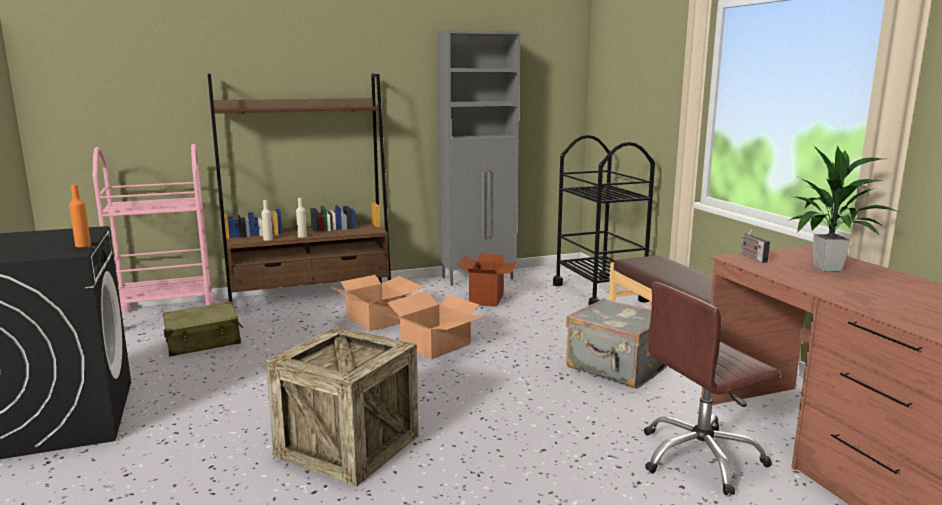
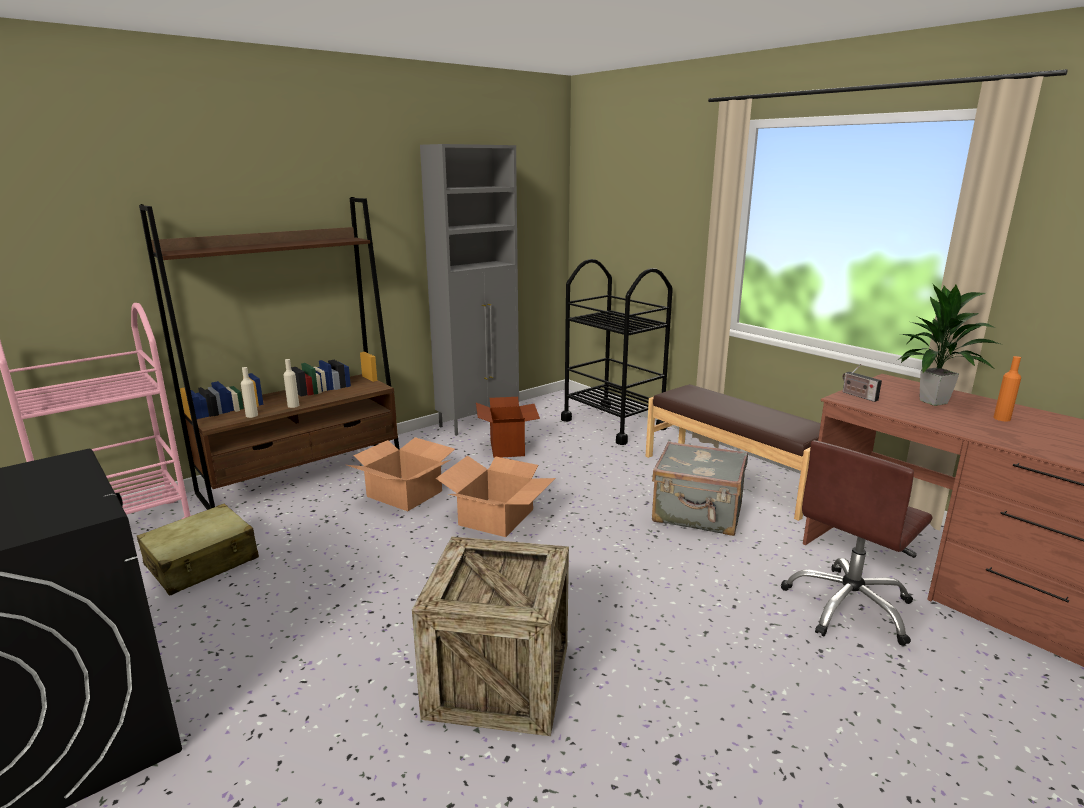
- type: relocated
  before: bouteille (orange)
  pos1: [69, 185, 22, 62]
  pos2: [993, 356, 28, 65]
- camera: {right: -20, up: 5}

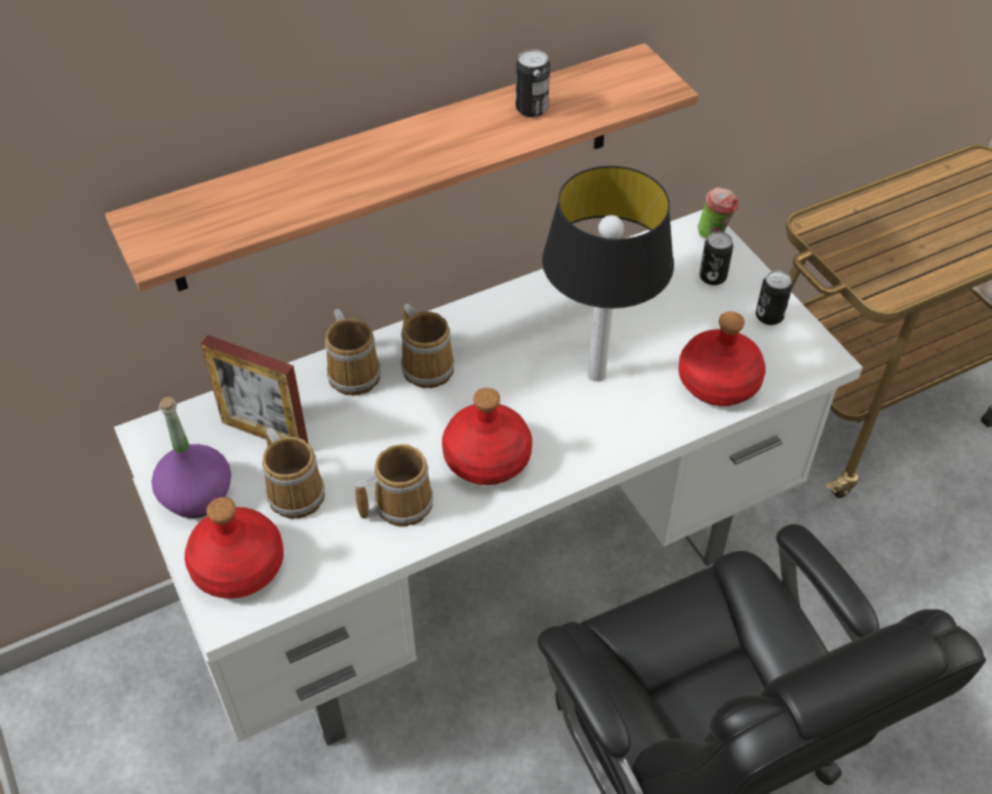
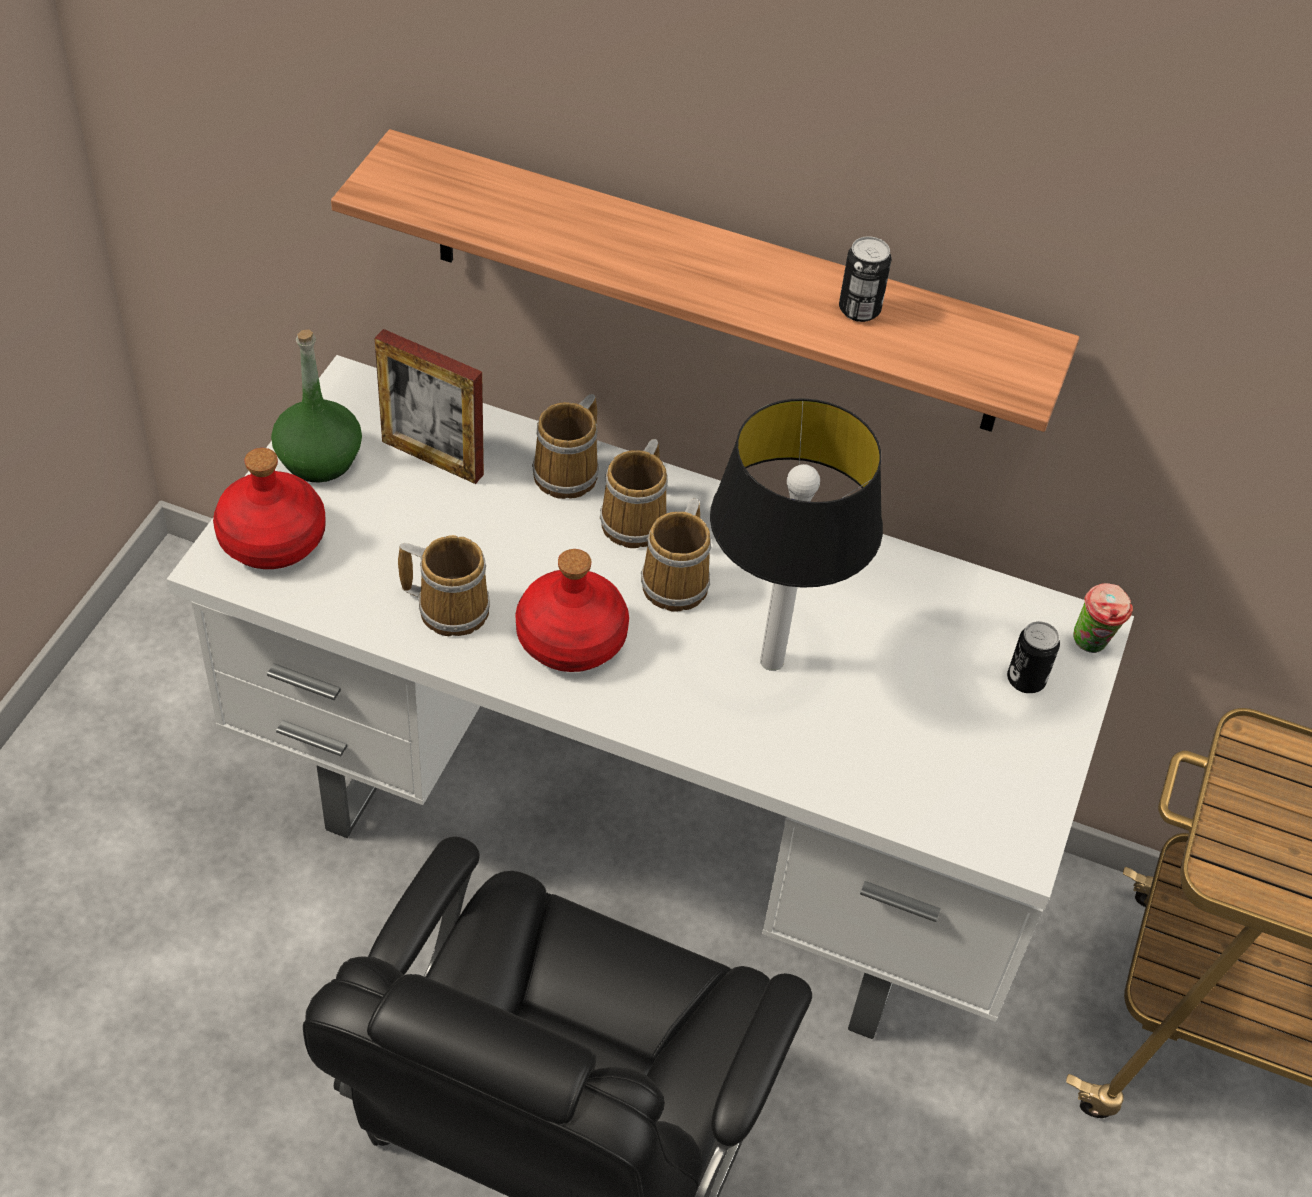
- type: colour
  before: bouteille (violet)
  after: bouteille (vert)
  pos1: [152, 397, 79, 121]
  pos2: [271, 330, 91, 153]
- type: spun
  before: cadre photo
  pos1: [200, 335, 109, 109]
  pos2: [375, 329, 109, 155]
  turn: -45
- type: relocated
  before: mug
  pos1: [262, 428, 63, 91]
  pos2: [641, 499, 70, 113]
- type: missing
  before: bouteille (rouge)
  pos1: [678, 312, 88, 94]
- type: missing
  before: boîte métallique
  pos1: [756, 270, 36, 55]
- camera: {right: 45, up: 0}

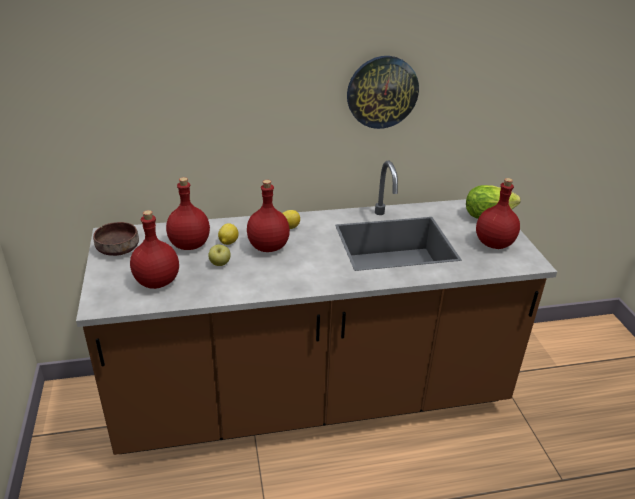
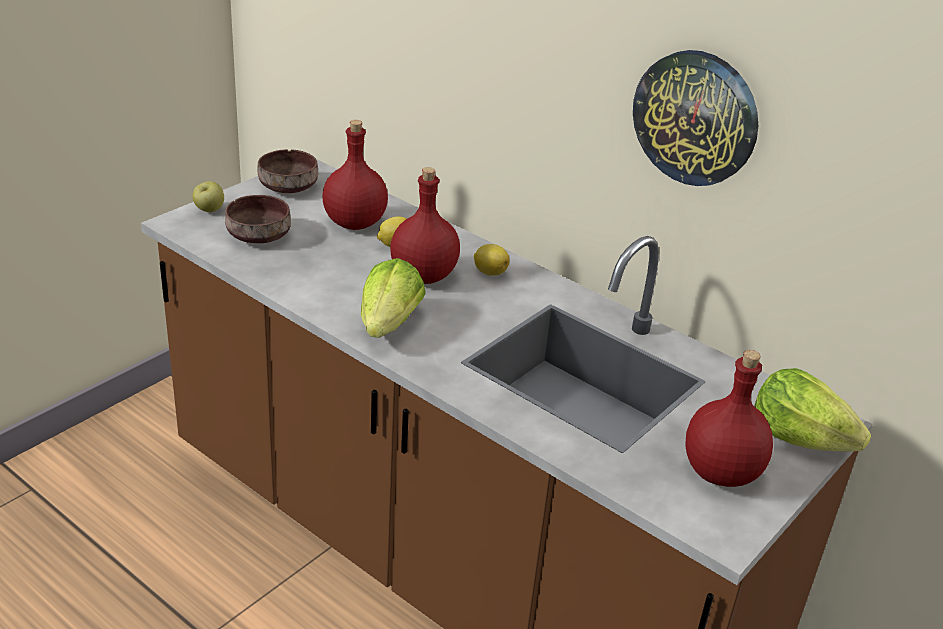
- type: exchanged
  before: bouteille (rouge)
  after: bol (marron)
  pos1: [130, 210, 49, 79]
  pos2: [225, 195, 66, 48]
- type: relocated
  before: pomme
  pos1: [208, 244, 23, 22]
  pos2: [192, 181, 32, 31]
- type: appeared
  after: laitue
  pos2: [361, 258, 65, 80]
- camera: {right: 50, up: 0}

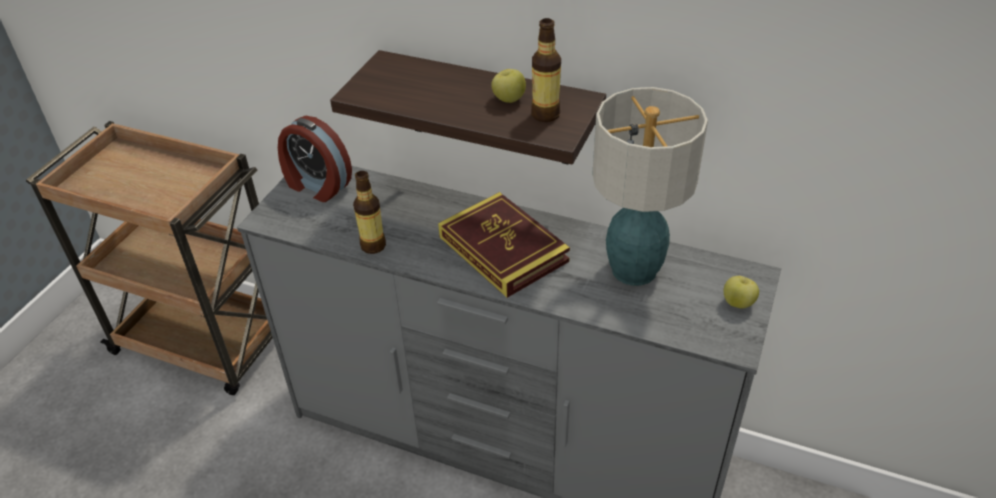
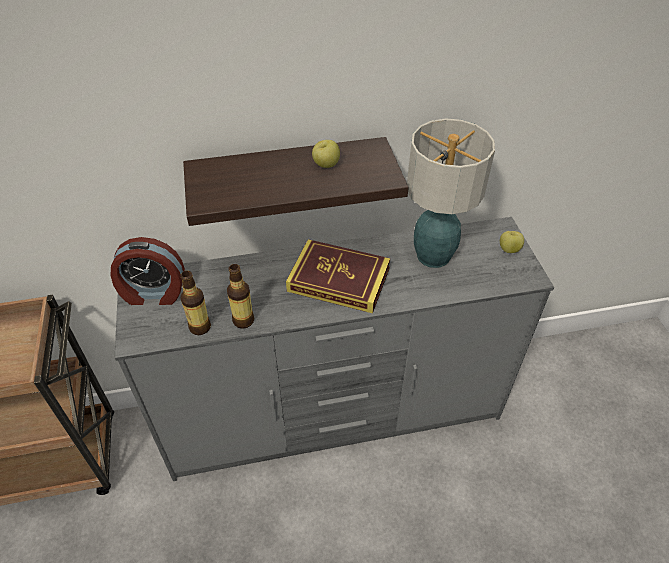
- type: relocated
  before: bouteille
  pos1: [531, 18, 30, 104]
  pos2: [180, 271, 31, 64]
- camera: {right: -35, up: 5}

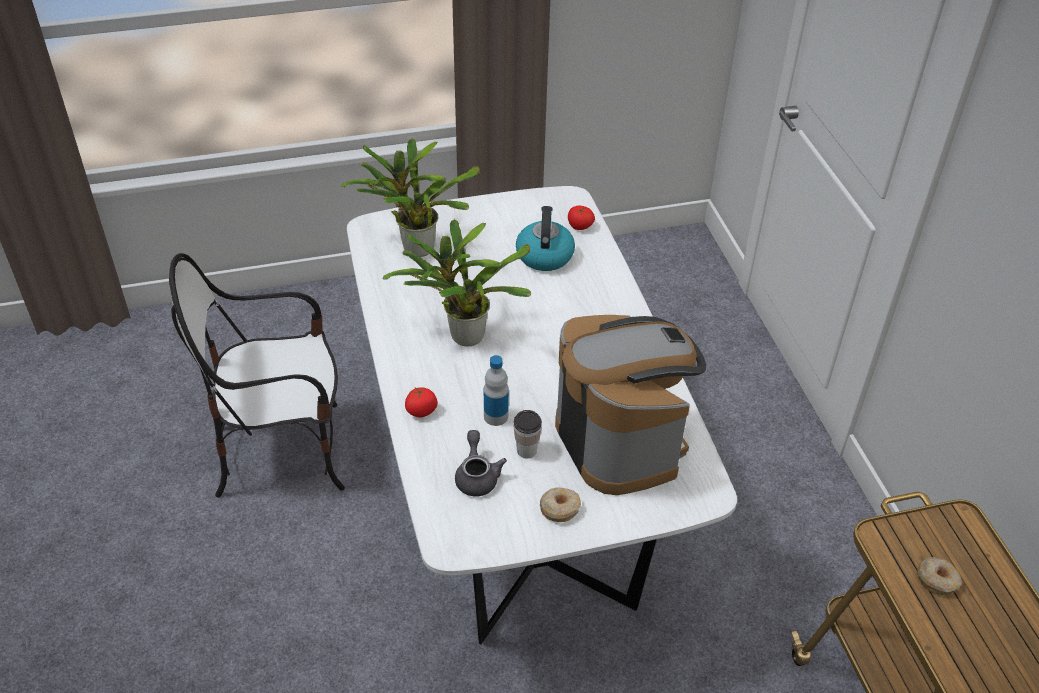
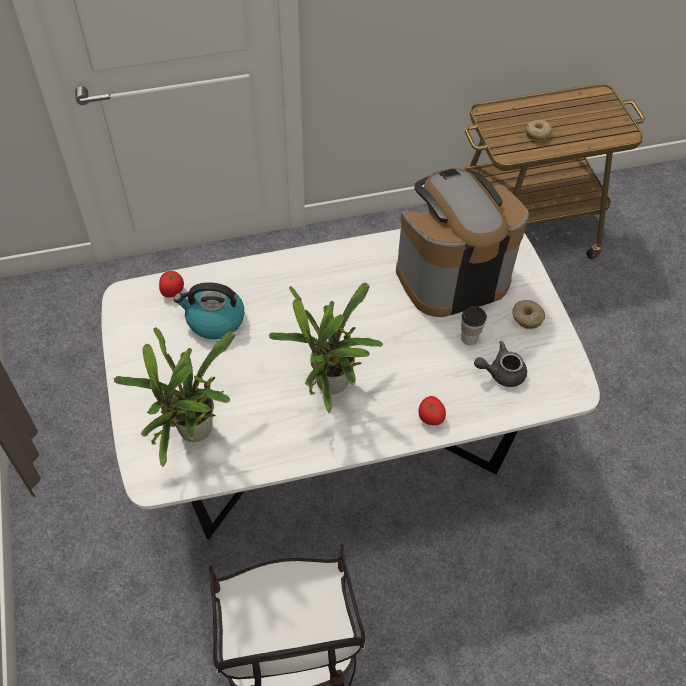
- type: missing
  before: bouteille
  pos1: [484, 355, 25, 71]
- camera: {right: -90, up: 10}

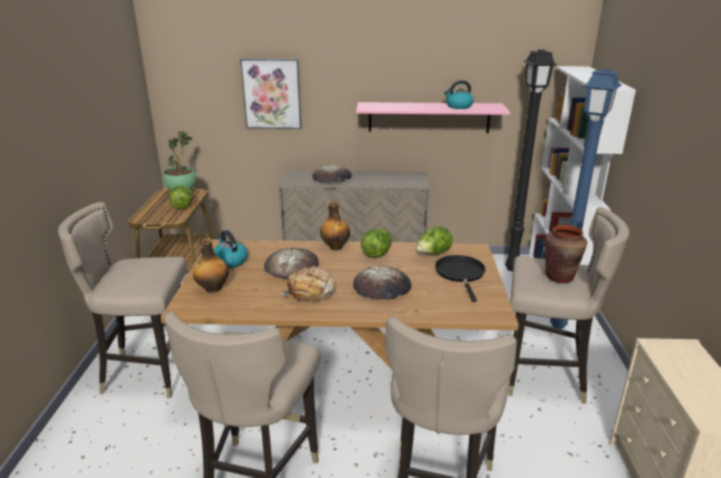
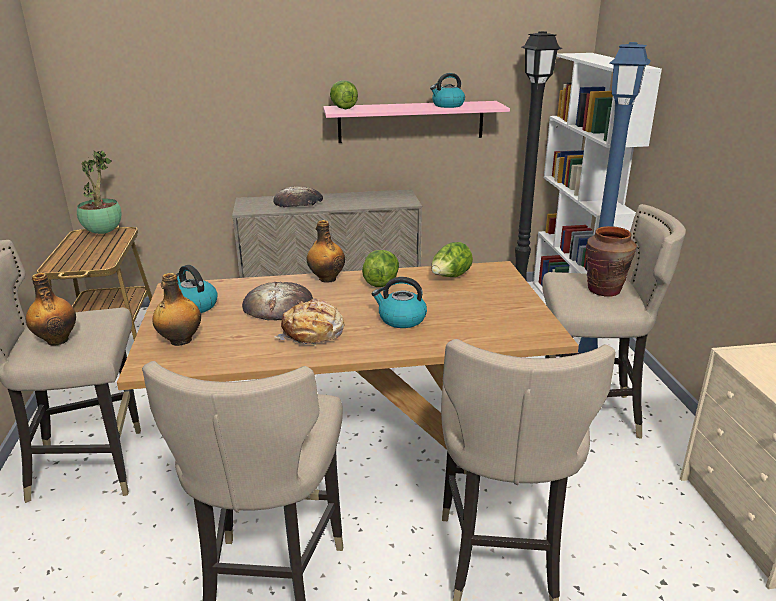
- type: relocated
  before: laitue
  pos1: [169, 185, 24, 24]
  pos2: [330, 80, 28, 29]
- type: missing
  before: tableau
  pos1: [240, 58, 62, 71]
- type: exchanged
  before: pain
  after: bouilloire
  pos1: [353, 266, 58, 34]
  pos2: [372, 277, 55, 51]
- type: missing
  before: poêle (noir)
  pos1: [435, 255, 50, 47]
- type: appeared
  after: bouteille
  pos2: [26, 273, 50, 72]
- camera: {right: -10, up: 0}

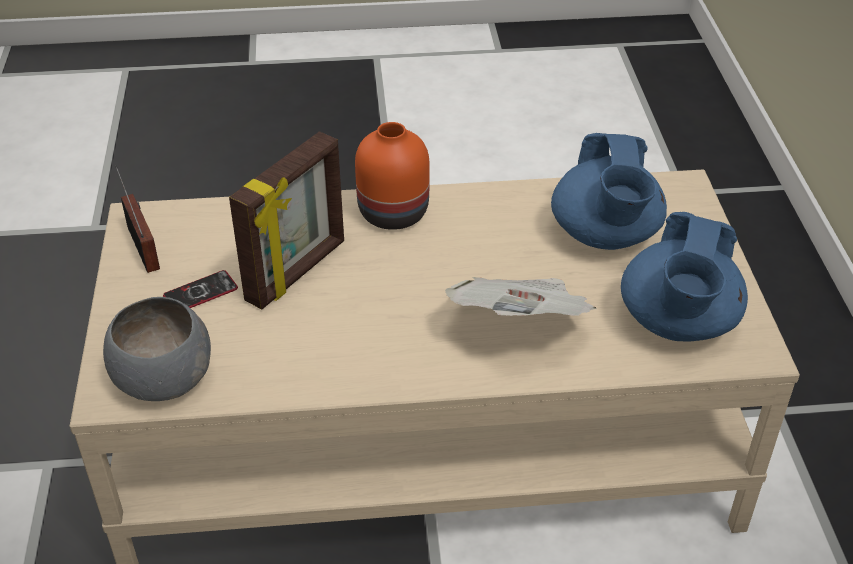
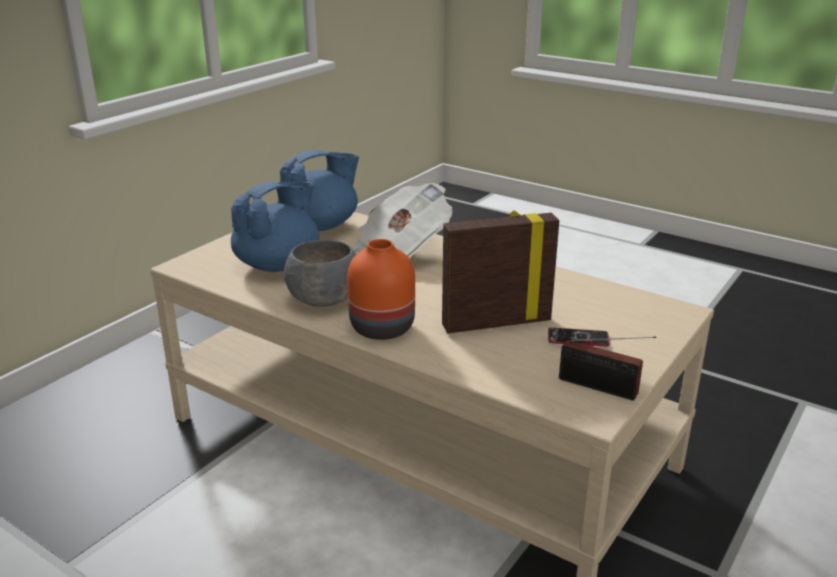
- type: relocated
  before: bol (gris)
  pos1: [103, 297, 108, 104]
  pos2: [284, 240, 72, 67]
- type: spun
  before: radio
  pos1: [115, 166, 45, 107]
  pos2: [559, 337, 97, 64]
  turn: -75
- camera: {right: -140, up: -15}

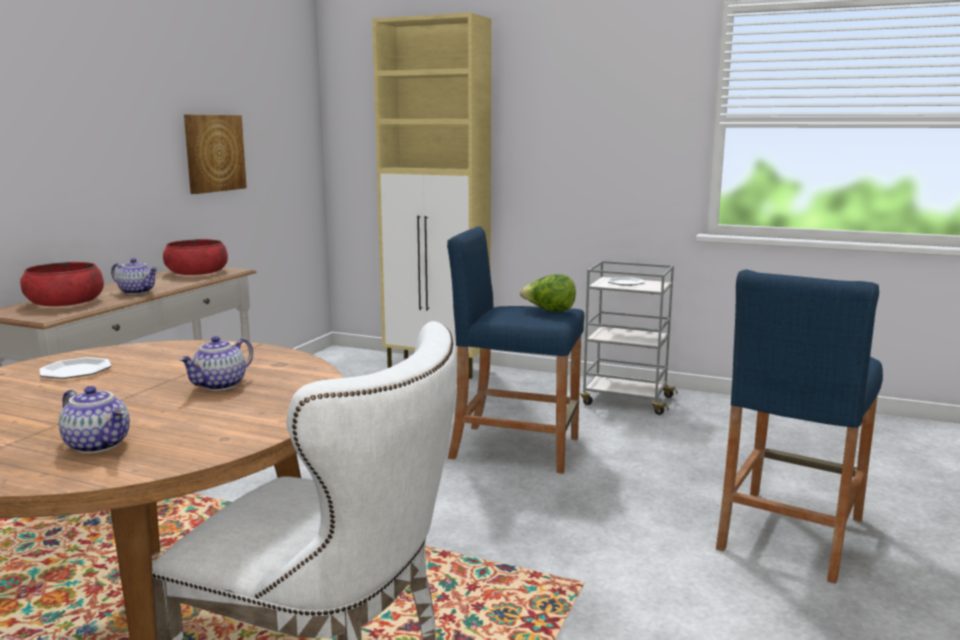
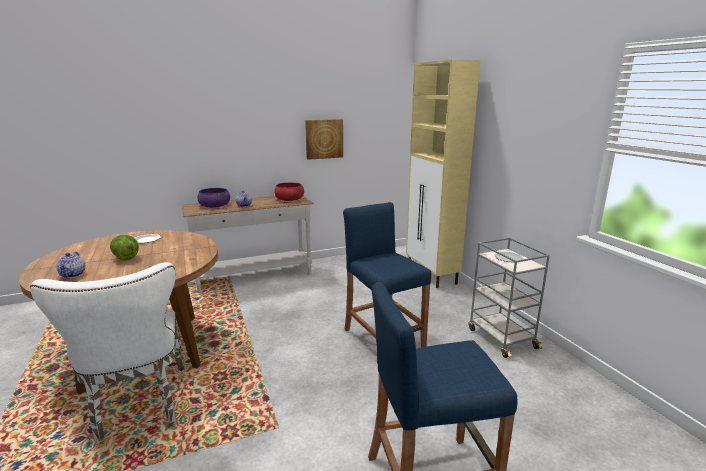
- type: colour
  before: bol (rouge)
  after: bol (violet)
  pos1: [20, 262, 84, 44]
  pos2: [197, 188, 33, 20]
- type: missing
  before: théière
  pos1: [179, 336, 74, 55]
- type: relocated
  before: laitue
  pos1: [519, 274, 57, 38]
  pos2: [110, 235, 29, 25]
- camera: {right: 45, up: 5}

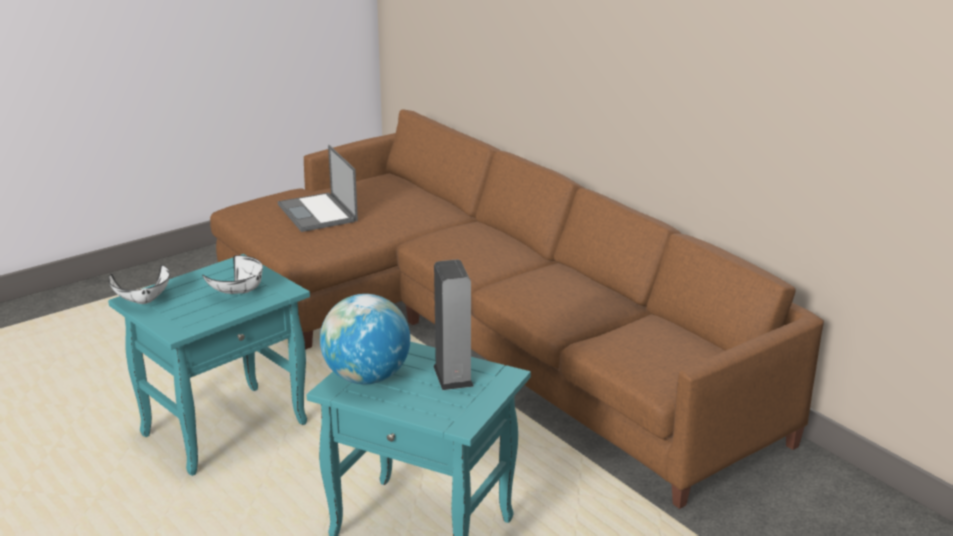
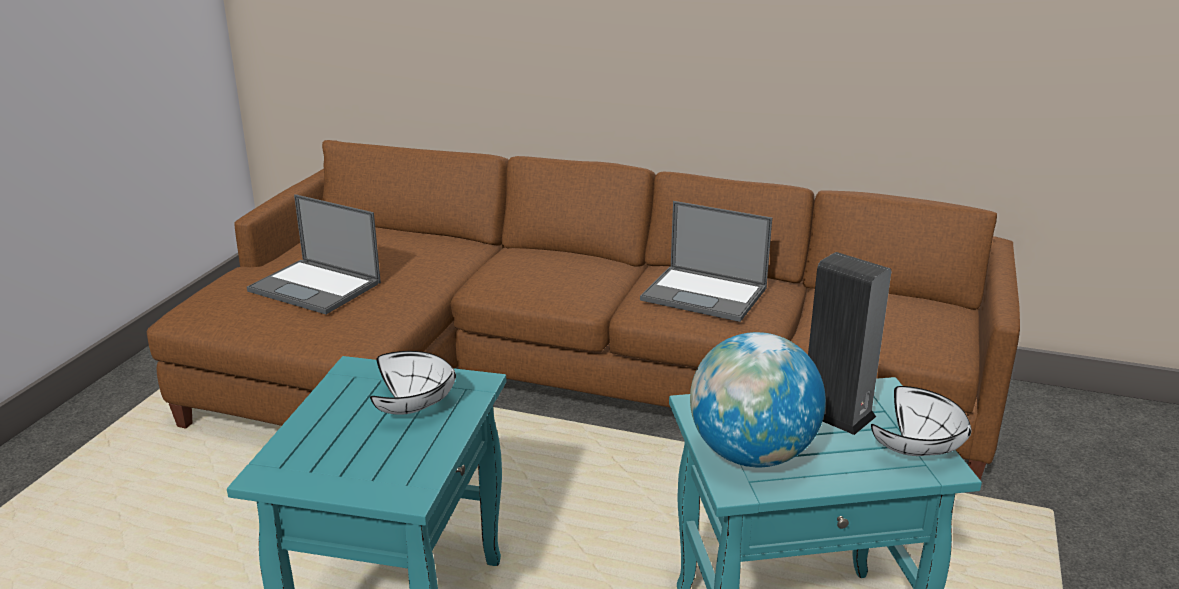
- type: relocated
  before: bol (blanc)
  pos1: [108, 265, 62, 39]
  pos2: [871, 386, 100, 70]
- type: appeared
  after: ordinateur portable
  pos2: [640, 201, 132, 121]
- camera: {right: -35, up: 0}

